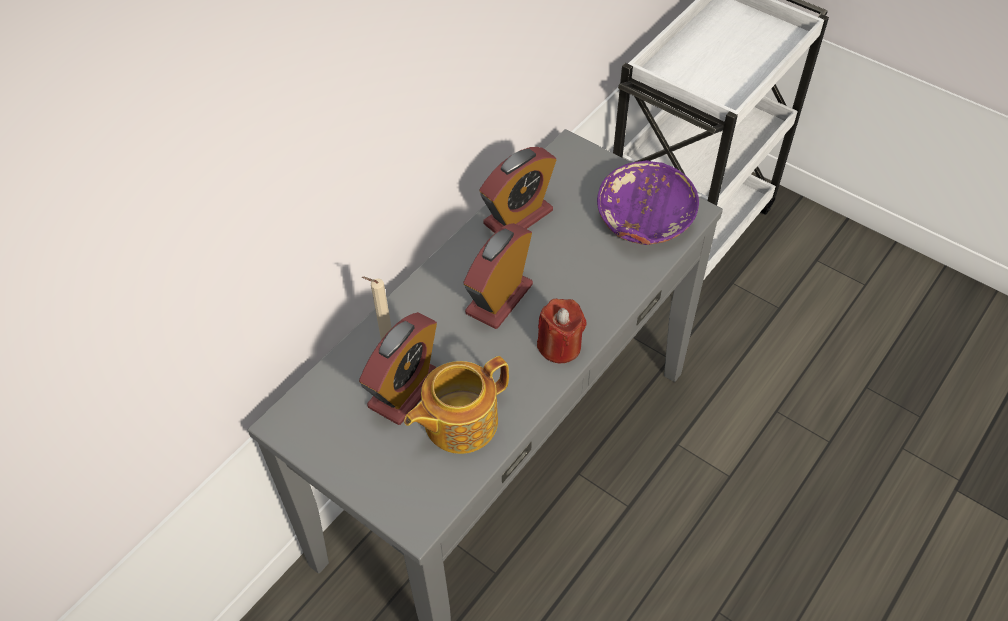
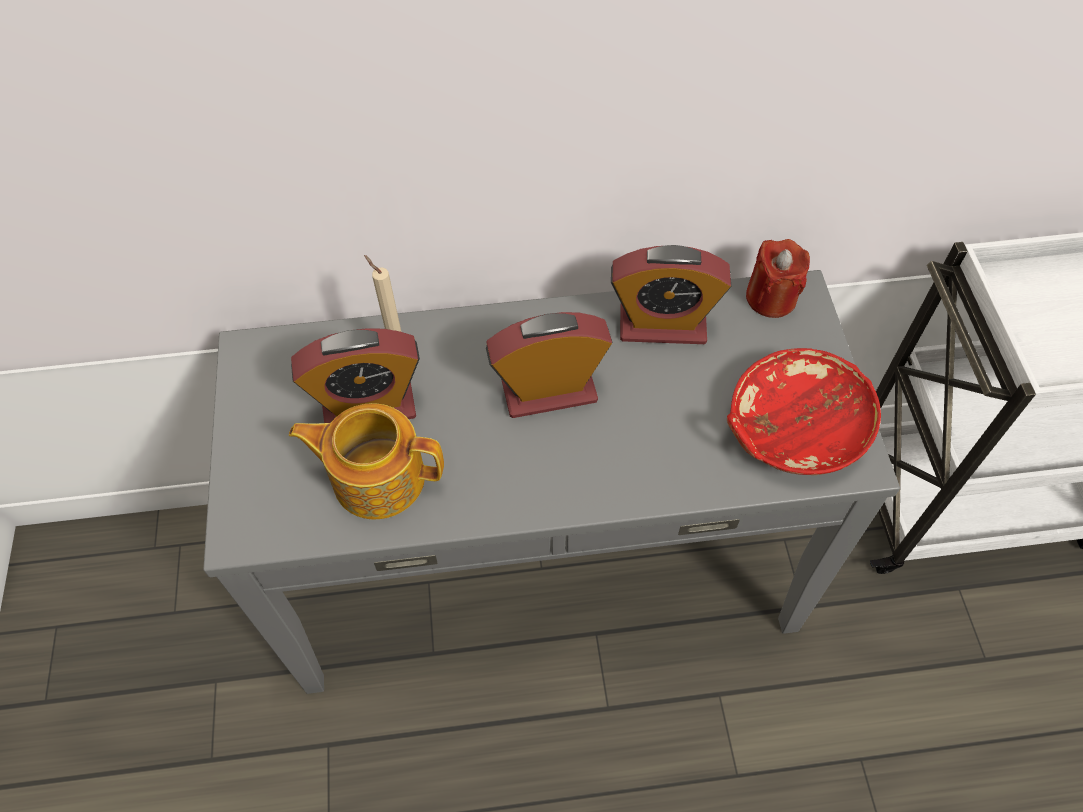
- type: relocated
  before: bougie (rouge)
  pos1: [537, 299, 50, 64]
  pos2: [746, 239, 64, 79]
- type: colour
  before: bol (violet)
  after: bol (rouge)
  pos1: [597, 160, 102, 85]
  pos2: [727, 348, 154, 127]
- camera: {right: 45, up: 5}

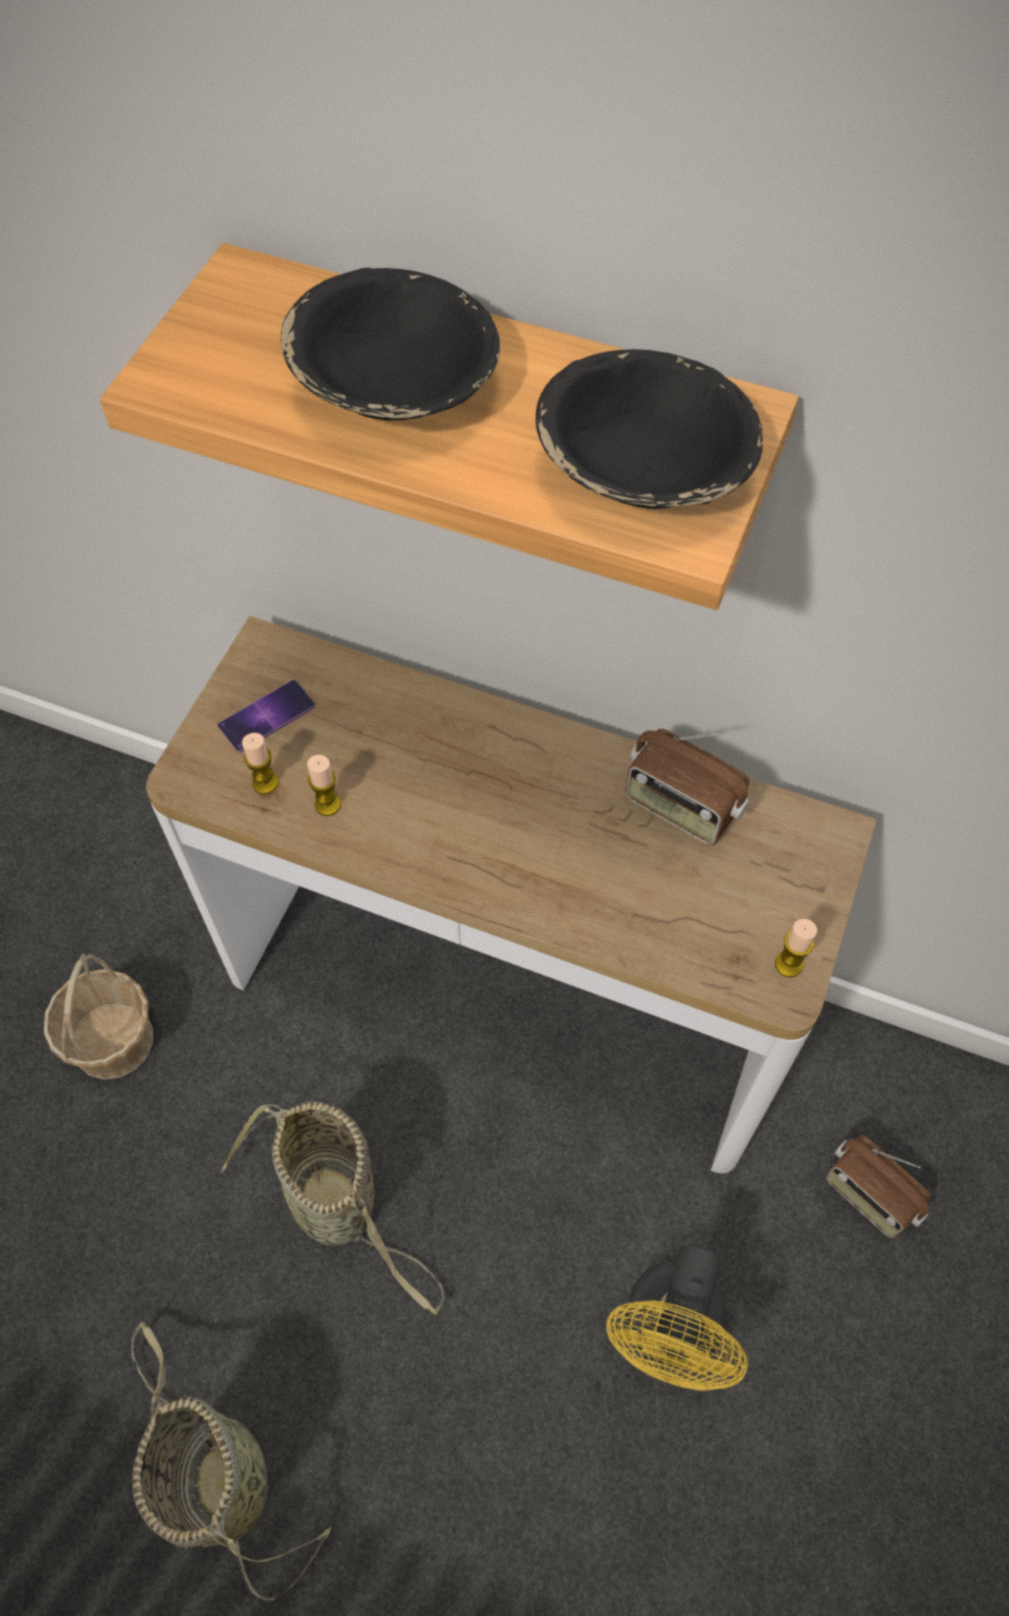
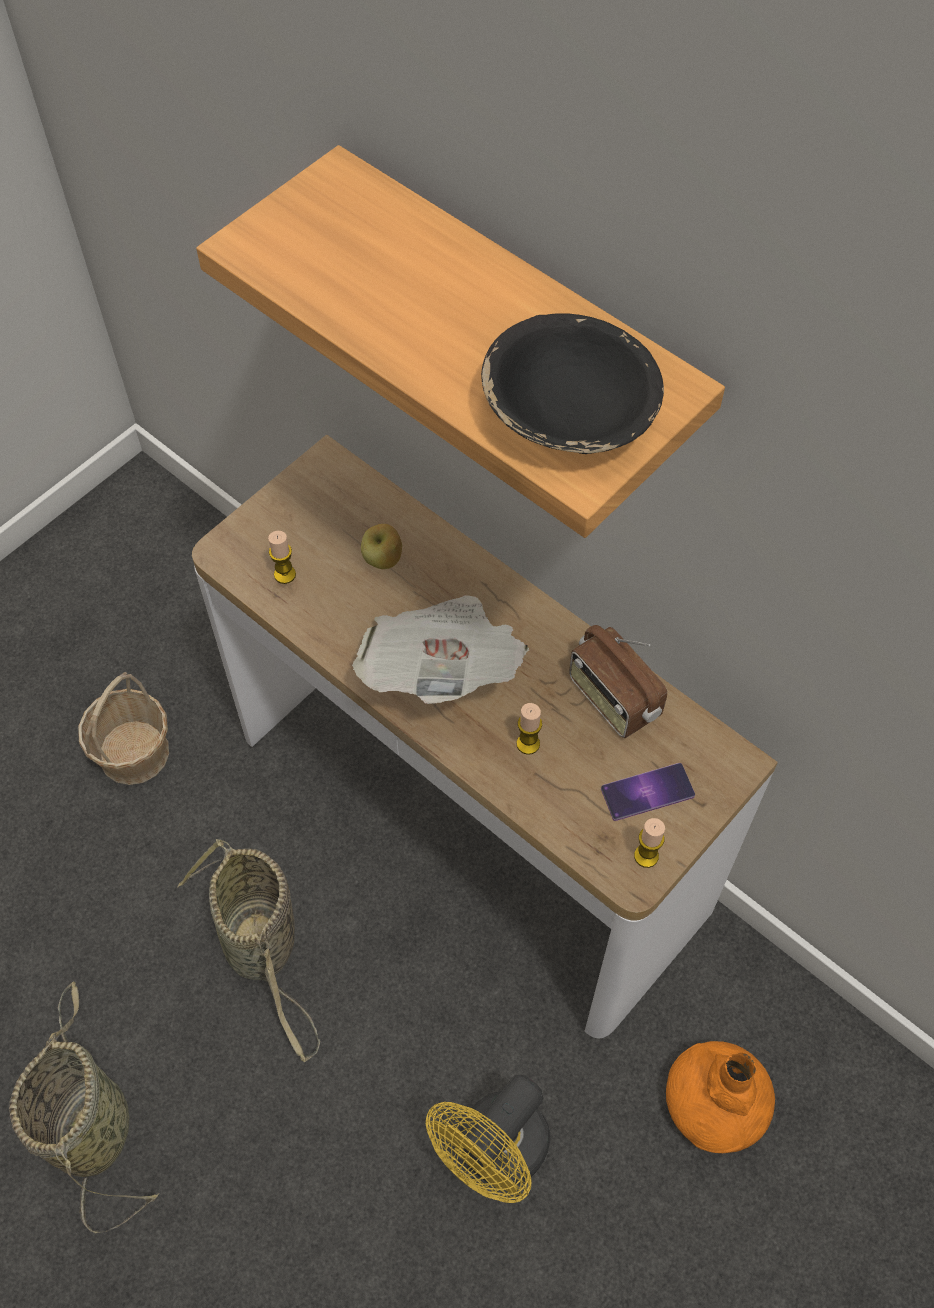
- type: relocated
  before: téléphone
  pos1: [218, 680, 97, 73]
  pos2: [601, 763, 94, 58]
- type: missing
  before: bol (noir)
  pos1: [281, 268, 219, 152]
- type: relocated
  before: bougie
  pos1: [307, 755, 34, 61]
  pos2: [516, 703, 26, 52]
- type: exchanged
  before: radio
  after: vase (orange)
  pos1: [826, 1135, 105, 103]
  pos2: [666, 1041, 109, 112]
- type: appeared
  after: journal
  pos2: [352, 595, 177, 109]
- type: appeared
  after: pomme
  pos2: [361, 524, 41, 45]
- camera: {right: 20, up: 0}

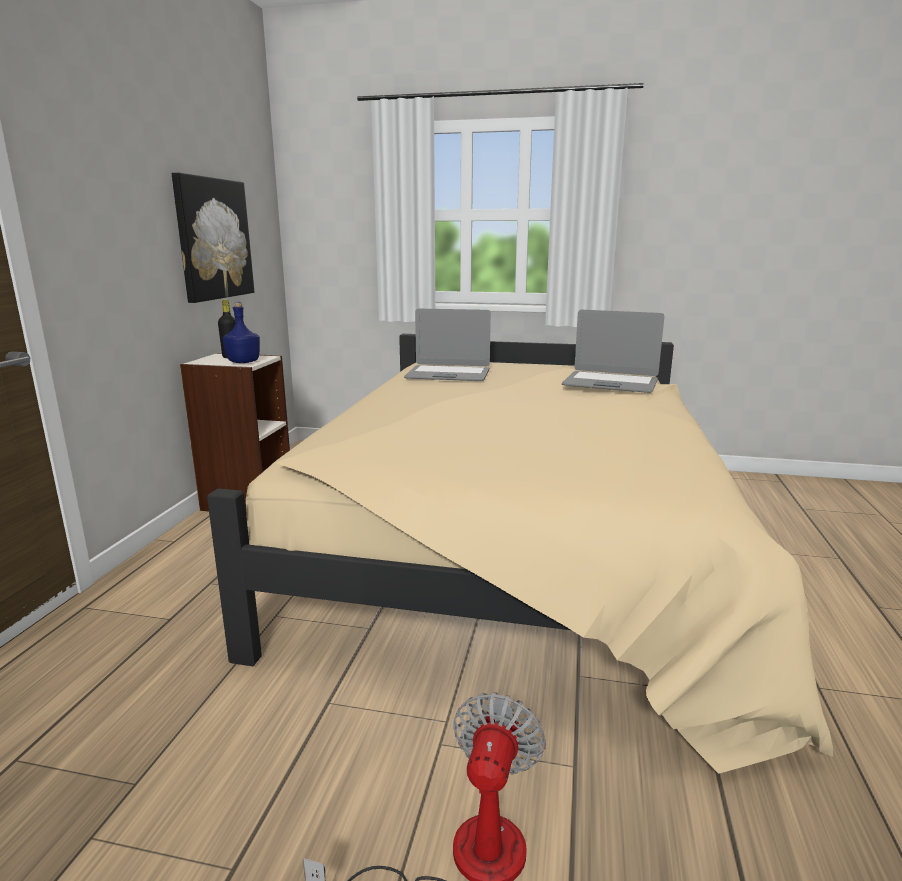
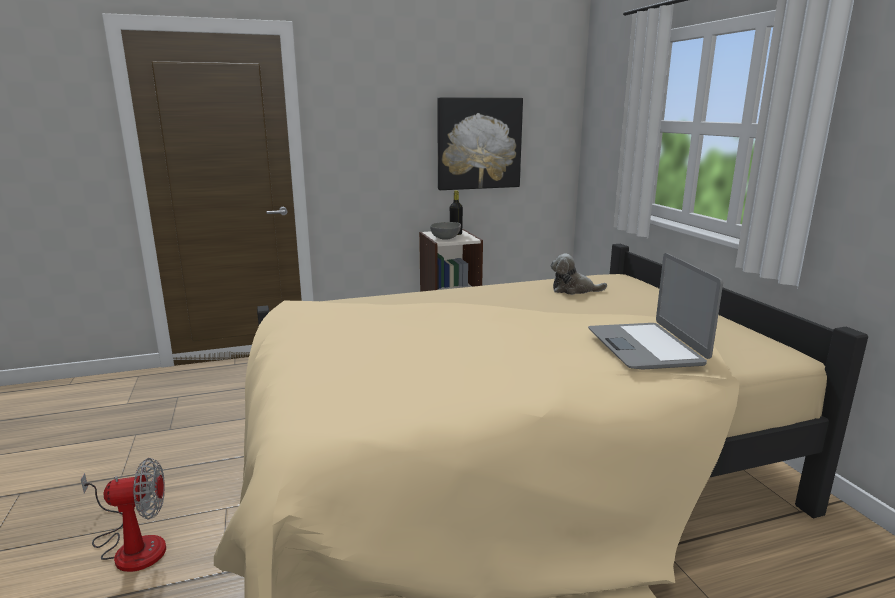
- type: exchanged
  before: bouteille (bleu)
  after: bol (gris)
  pos1: [223, 302, 37, 61]
  pos2: [430, 222, 31, 18]
- type: exchanged
  before: ordinateur portable
  after: peluche
  pos1: [404, 309, 87, 72]
  pos2: [551, 253, 56, 42]
- camera: {right: 60, up: 0}

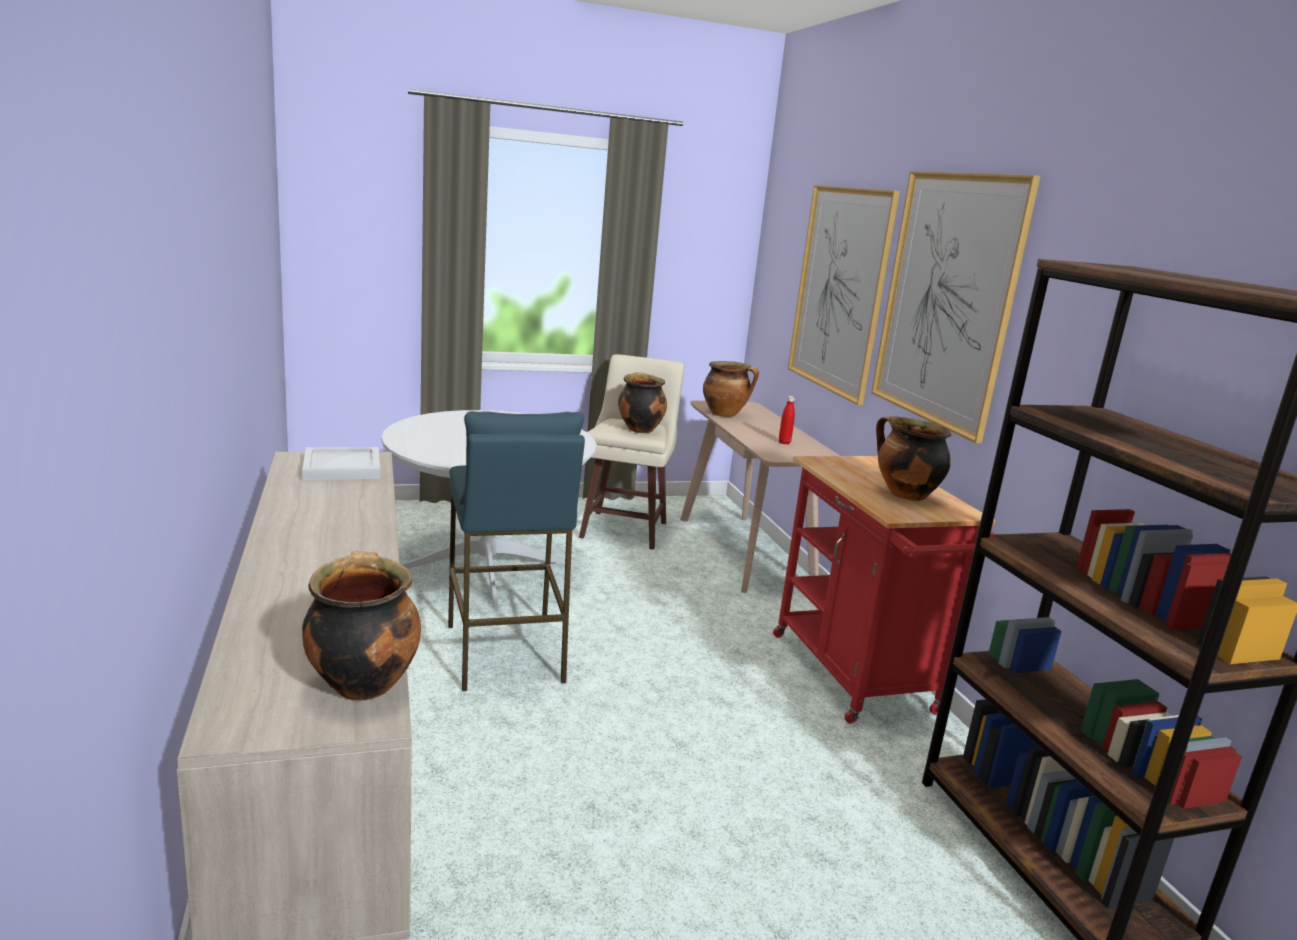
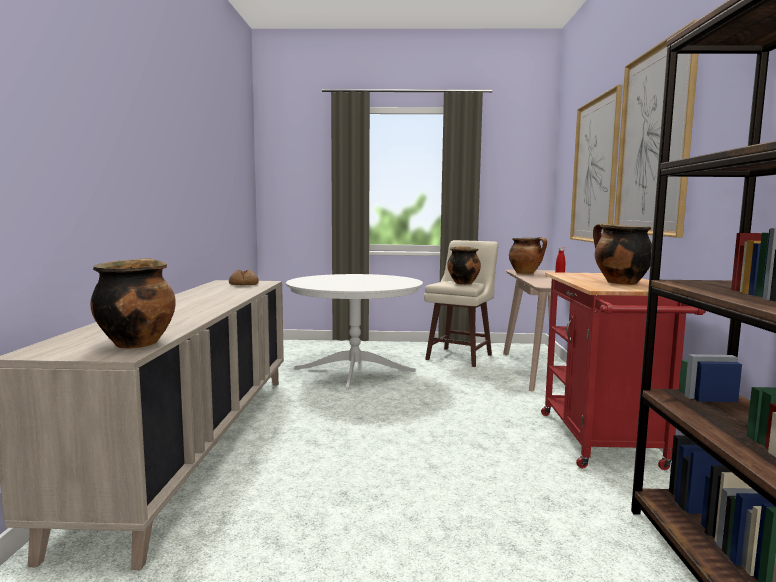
- type: exchanged
  before: plateau (blanc)
  after: pain
  pos1: [302, 447, 78, 33]
  pos2: [229, 270, 30, 15]
- type: missing
  before: tabouret (bleu)
  pos1: [448, 411, 137, 280]
- camera: {right: 20, up: -10}

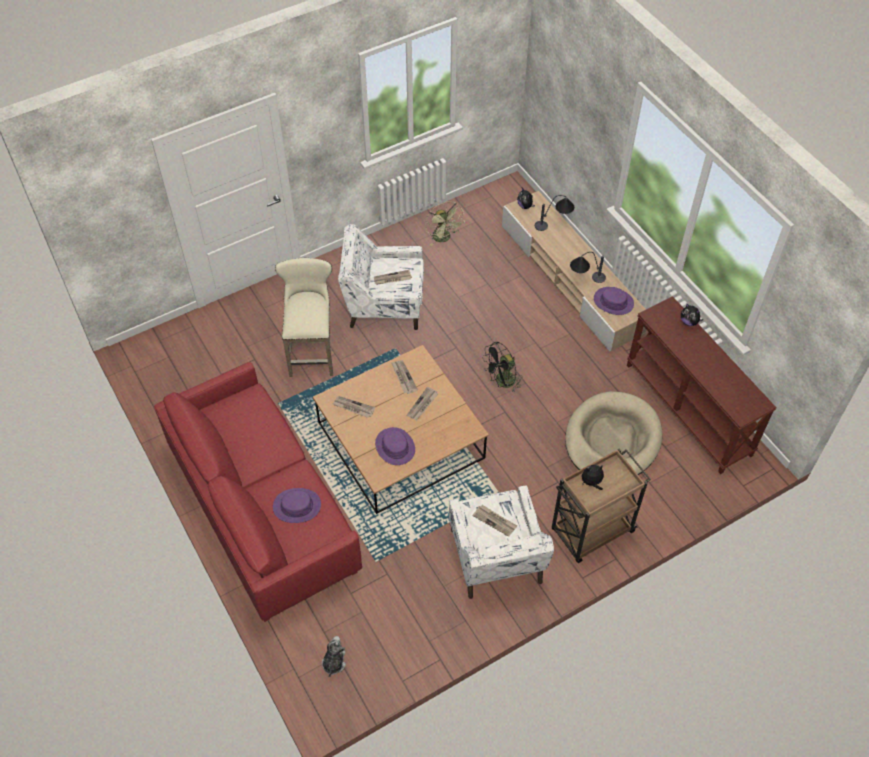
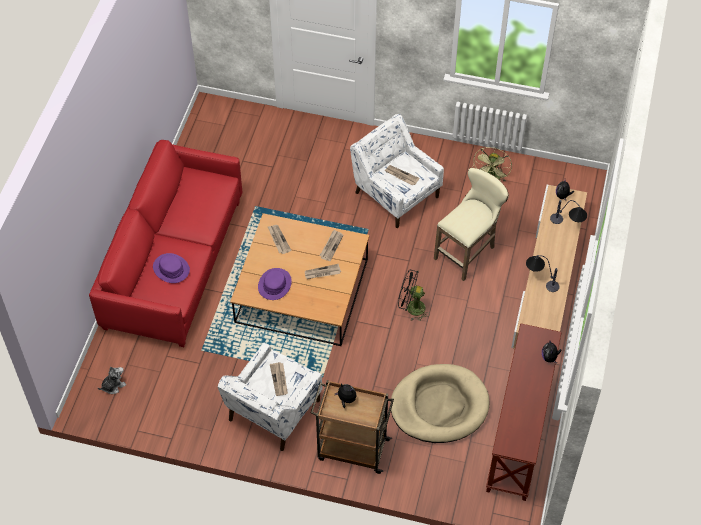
- type: relocated
  before: tabouret (beige)
  pos1: [275, 258, 58, 119]
  pos2: [434, 168, 75, 113]
- type: missing
  before: chapeau (violet)
  pos1: [594, 287, 40, 28]
- camera: {right: 45, up: 0}

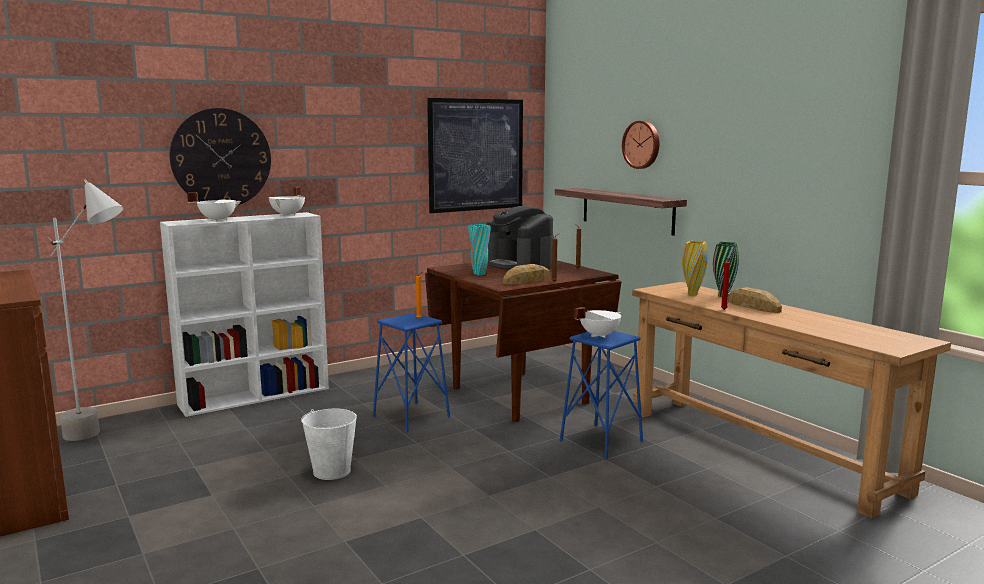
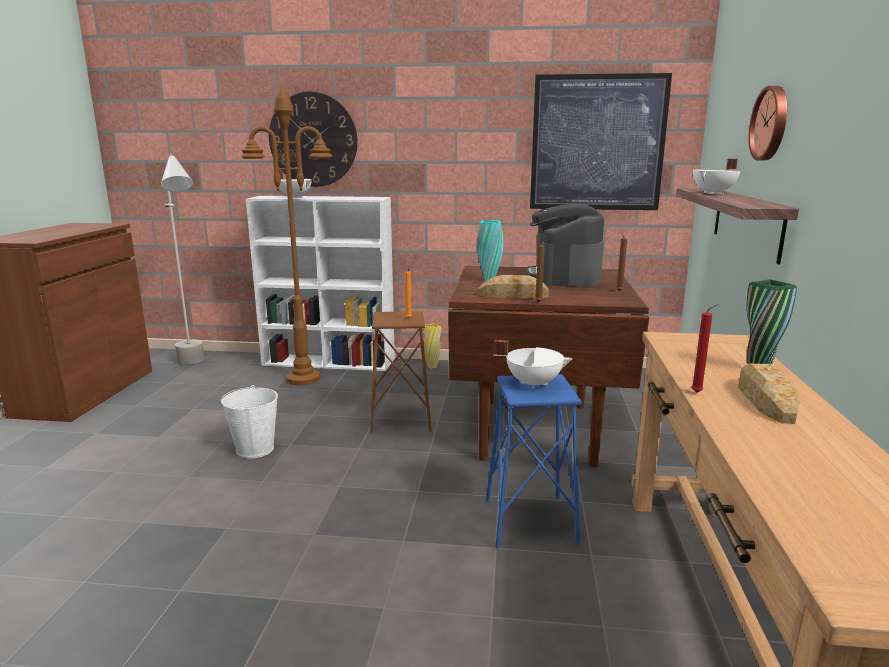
- type: relocated
  before: marmite (blanc)
  pos1: [269, 187, 36, 29]
  pos2: [693, 158, 48, 36]
- type: colour
  before: tabouret (bleu)
  after: tabouret (marron)
  pos1: [373, 313, 77, 119]
  pos2: [370, 311, 62, 123]
- type: relocated
  before: vase (jaune)
  pos1: [682, 241, 26, 55]
  pos2: [423, 323, 19, 46]
- type: appeared
  after: lampadaire (marron)
  pos2: [241, 86, 91, 299]
- camera: {right: 40, up: 5}

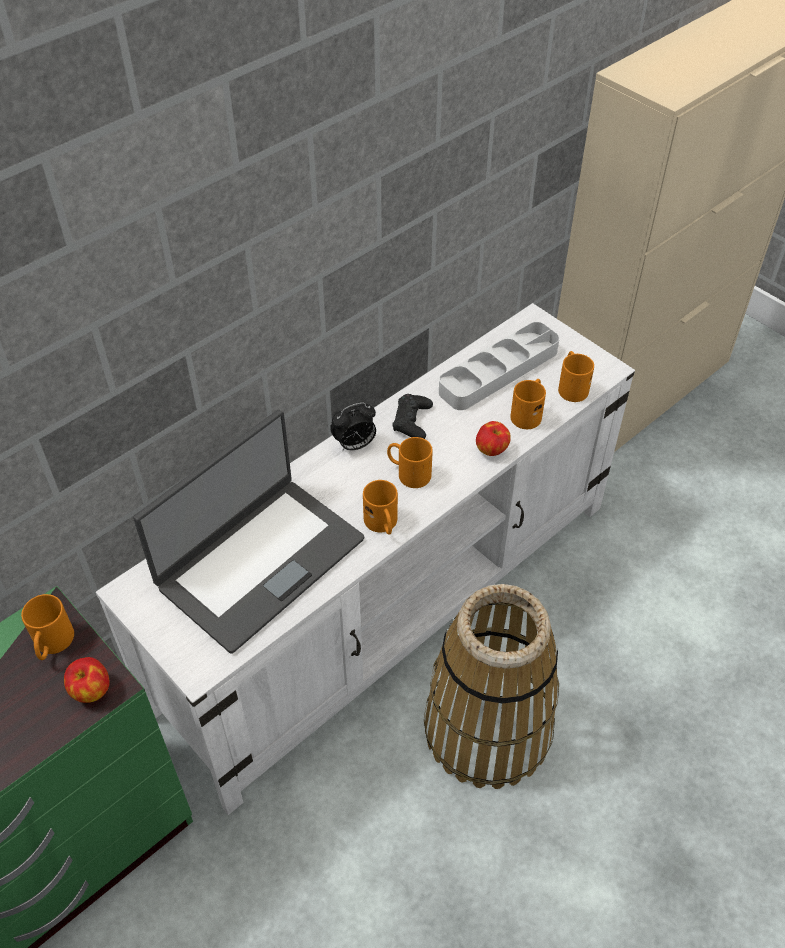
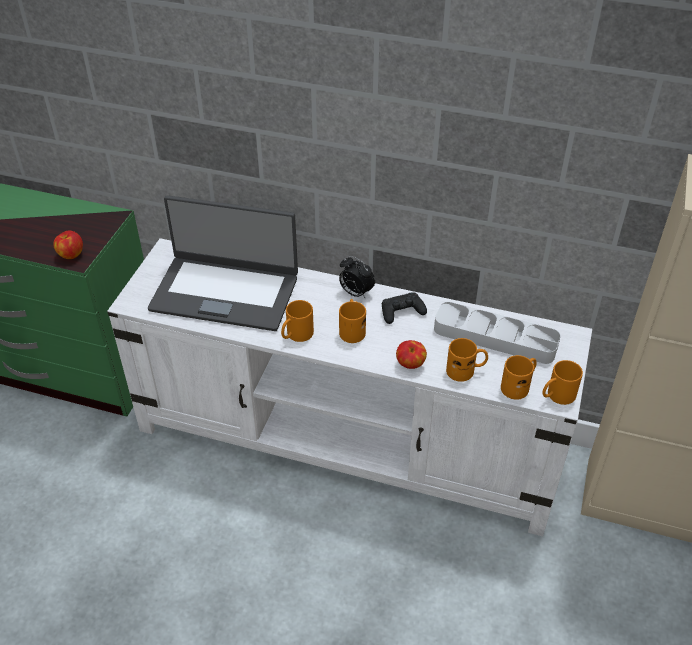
- type: relocated
  before: mug (orange)
  pos1: [21, 594, 53, 66]
  pos2: [543, 360, 40, 45]
- type: missing
  before: panier
  pos1: [424, 584, 135, 205]
- camera: {right: 60, up: -5}

